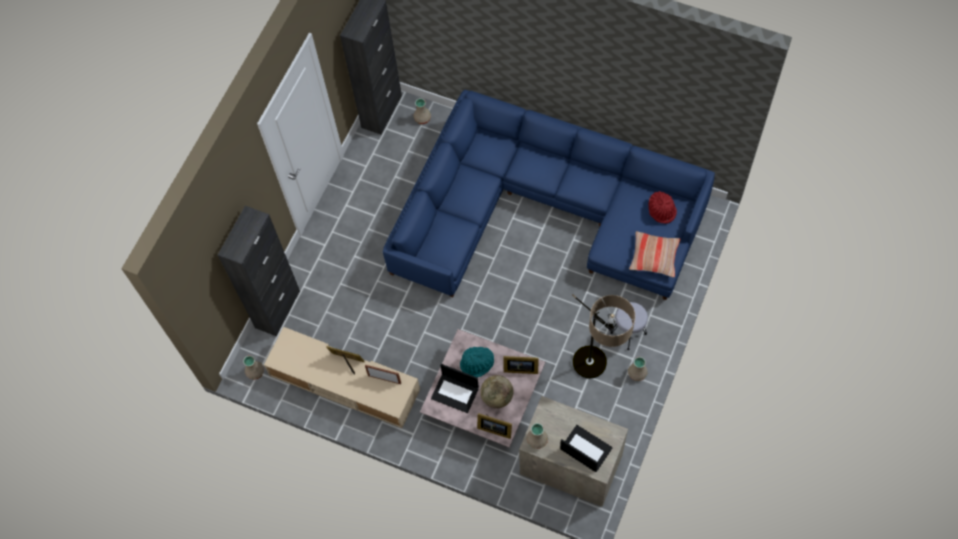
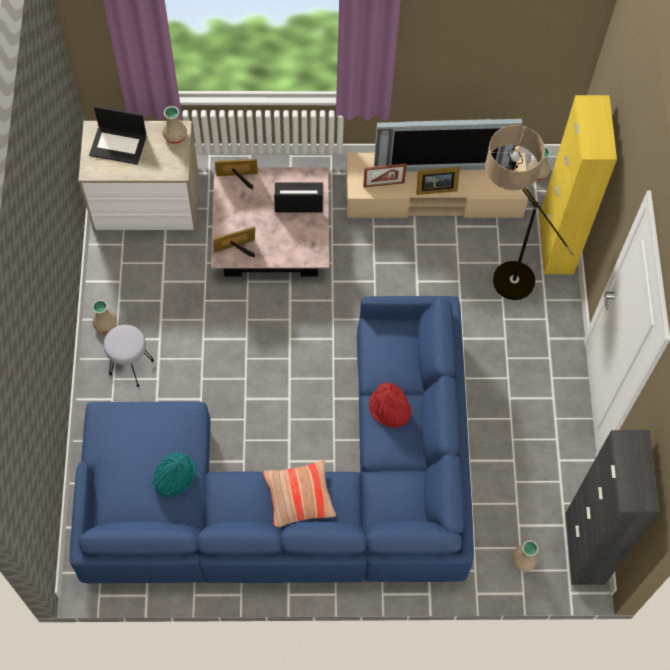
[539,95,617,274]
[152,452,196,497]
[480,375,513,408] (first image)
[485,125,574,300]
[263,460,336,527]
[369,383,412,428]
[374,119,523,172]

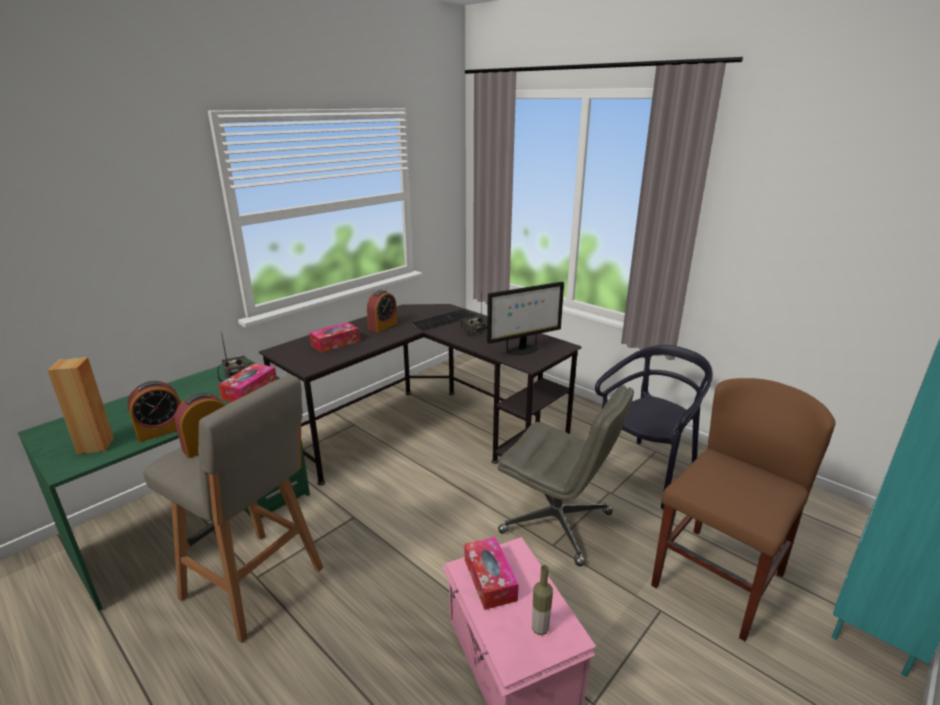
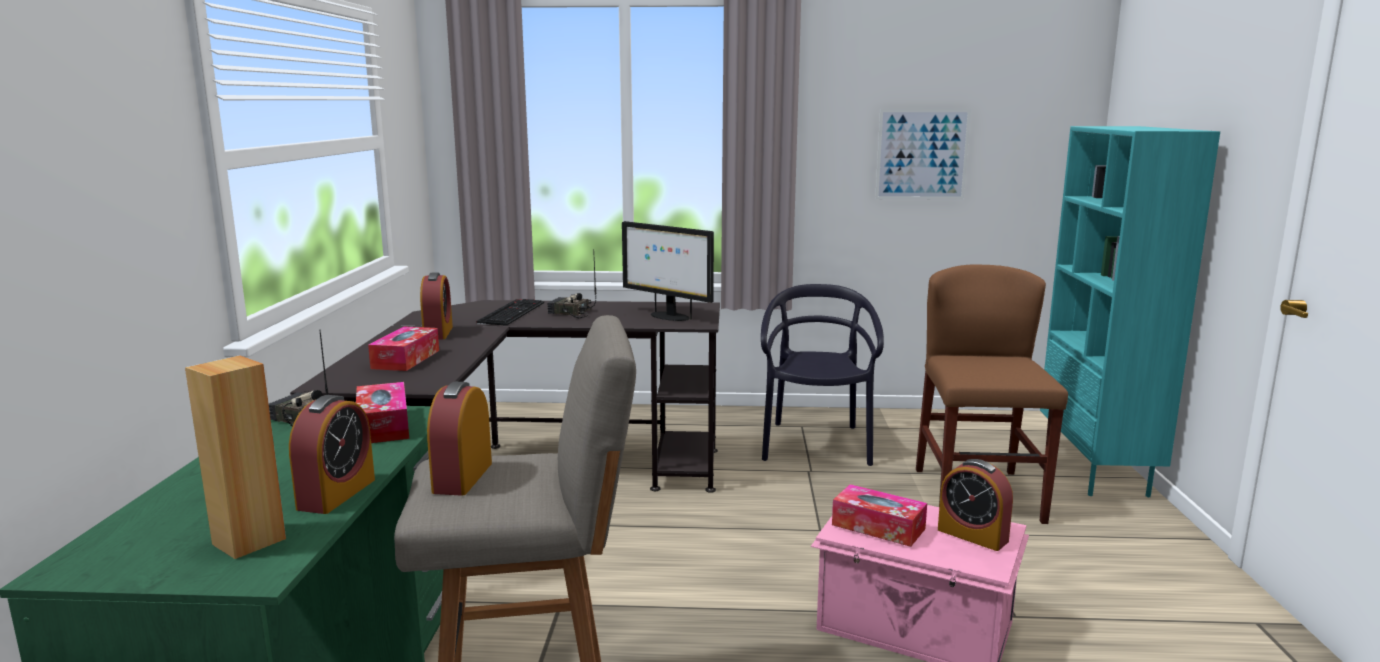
[622,221,714,321]
[498,385,634,567] (first image)
[938,459,1013,551]
[875,109,971,200]

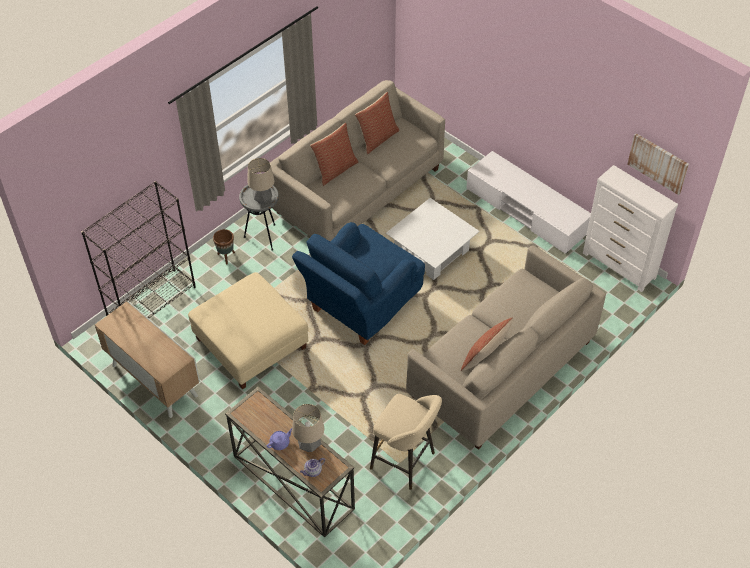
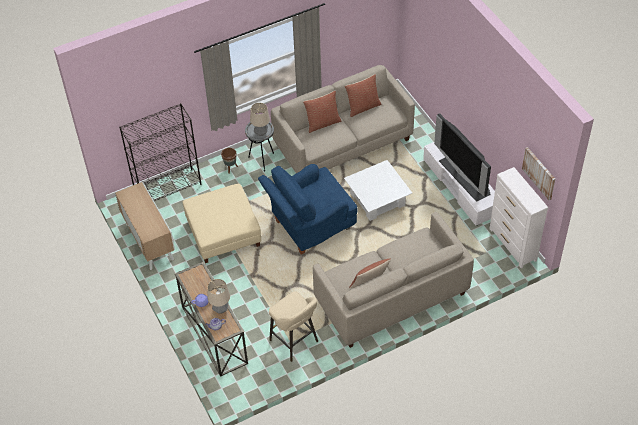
[434,113,491,202]

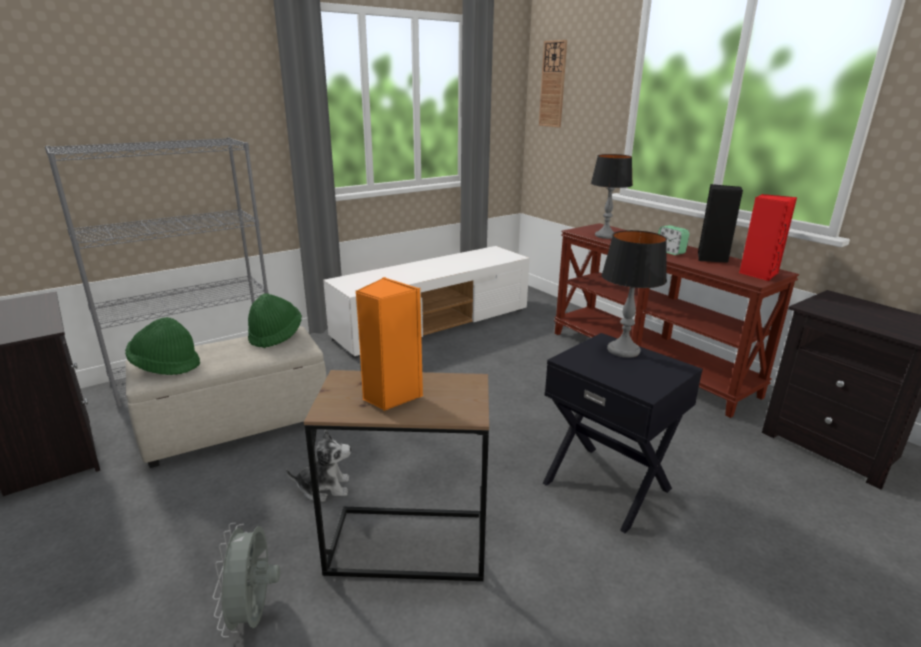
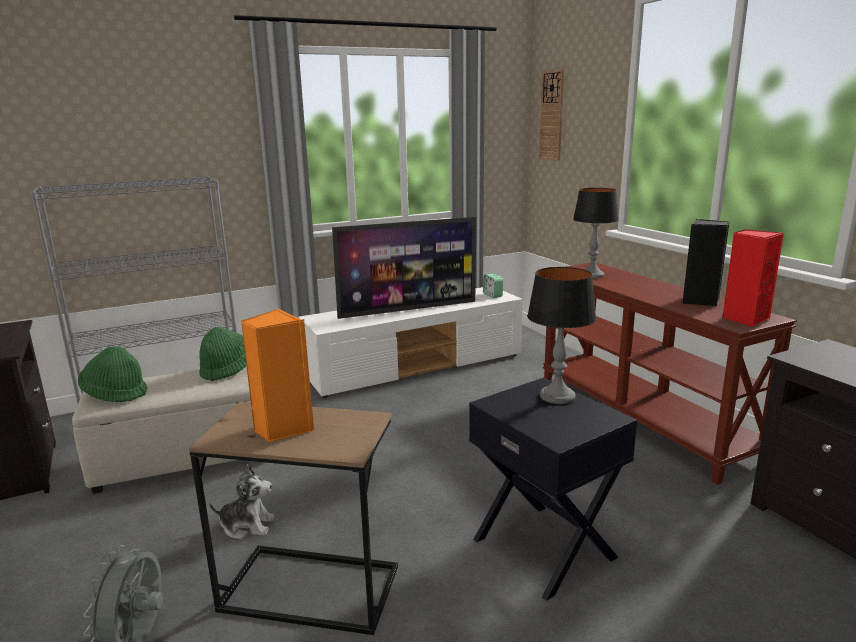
[483,274,503,298]
[332,217,476,319]

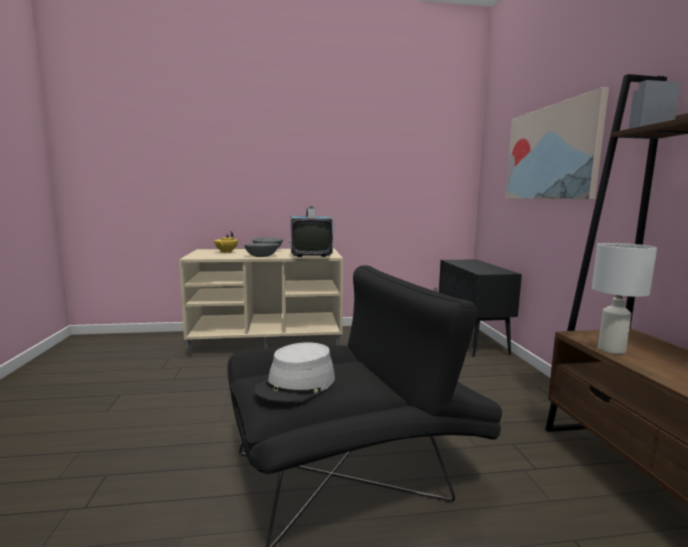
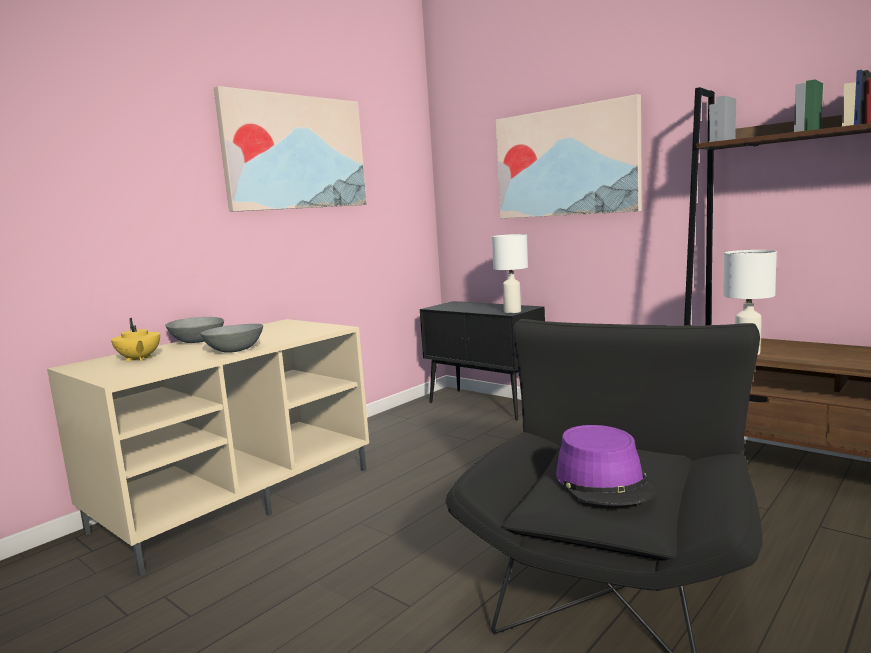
[556,425,656,506]
[289,206,335,257] (first image)
[214,86,367,212]
[492,234,528,313]

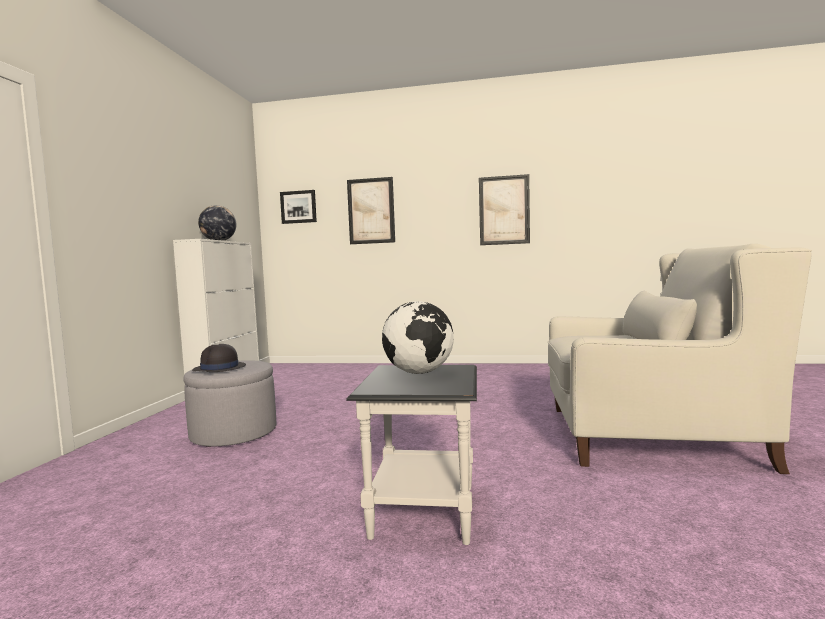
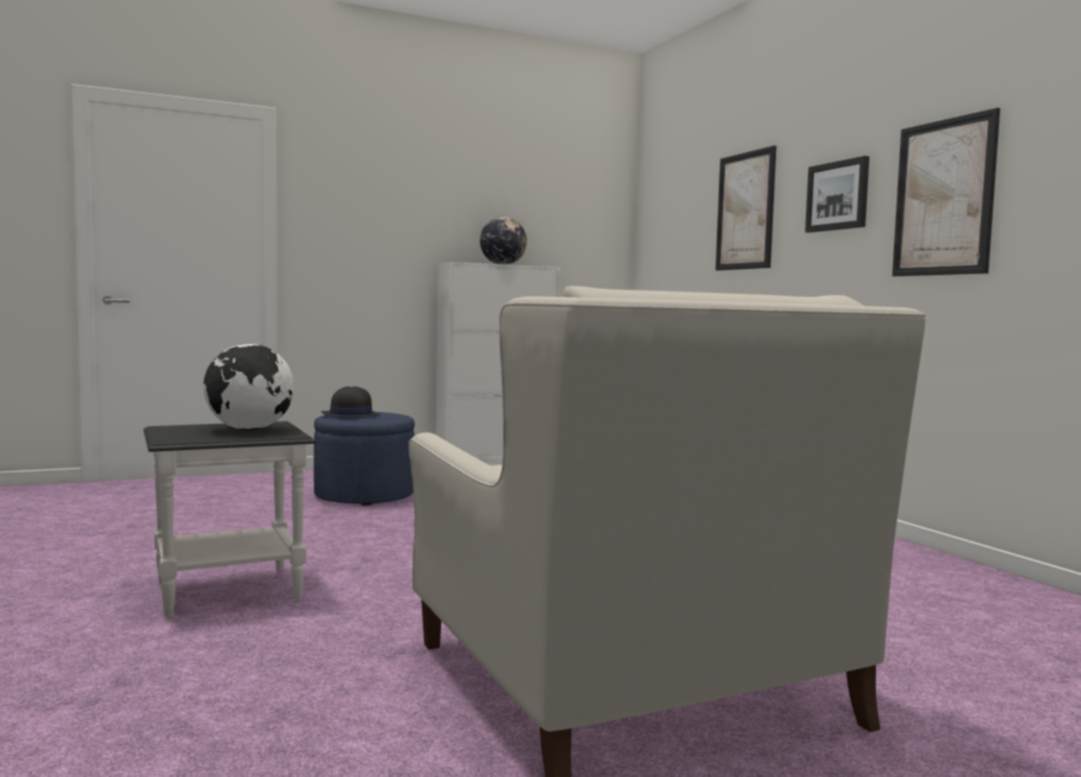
[314,412,415,506]
[805,156,869,233]

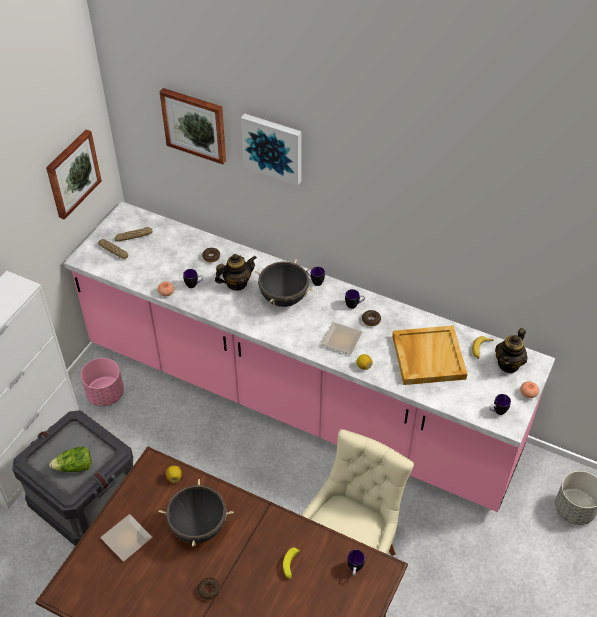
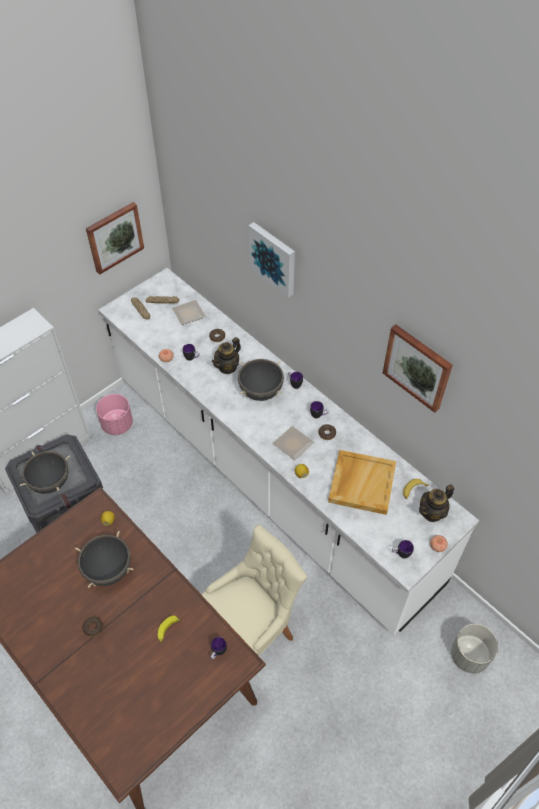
[20,451,70,494]
[98,268,479,635]
[172,300,206,325]
[383,324,453,413]
[212,337,241,374]

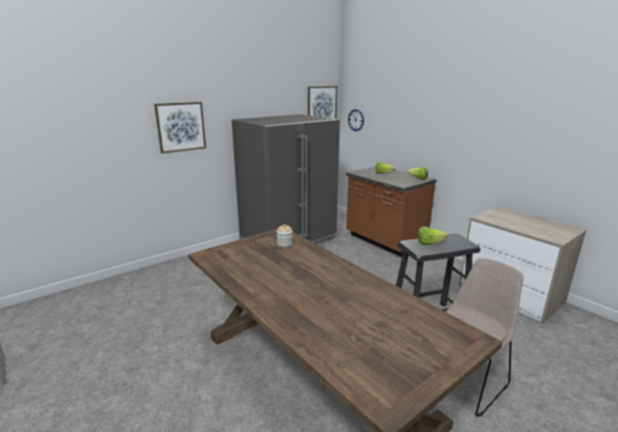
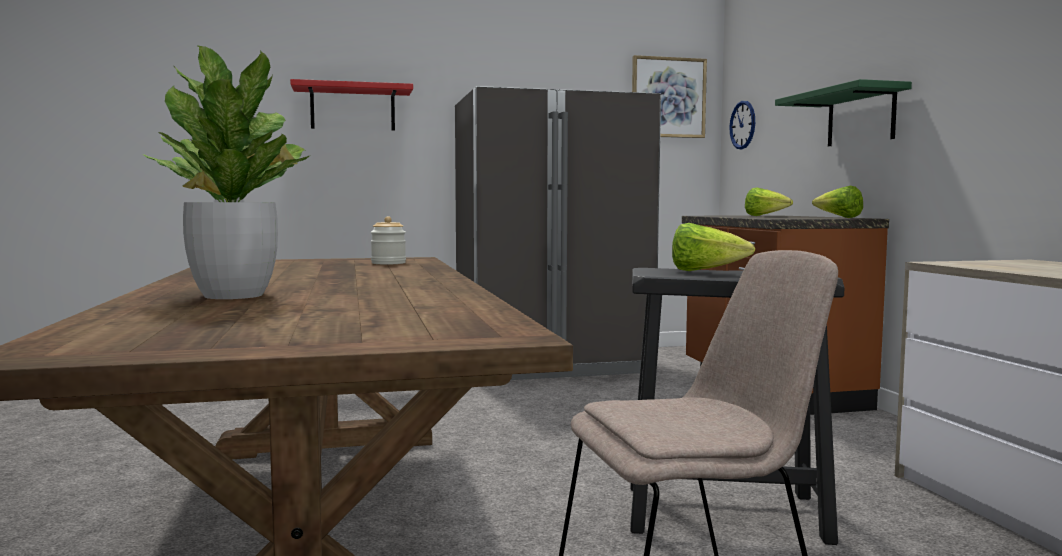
[290,79,413,131]
[143,45,309,299]
[775,79,912,146]

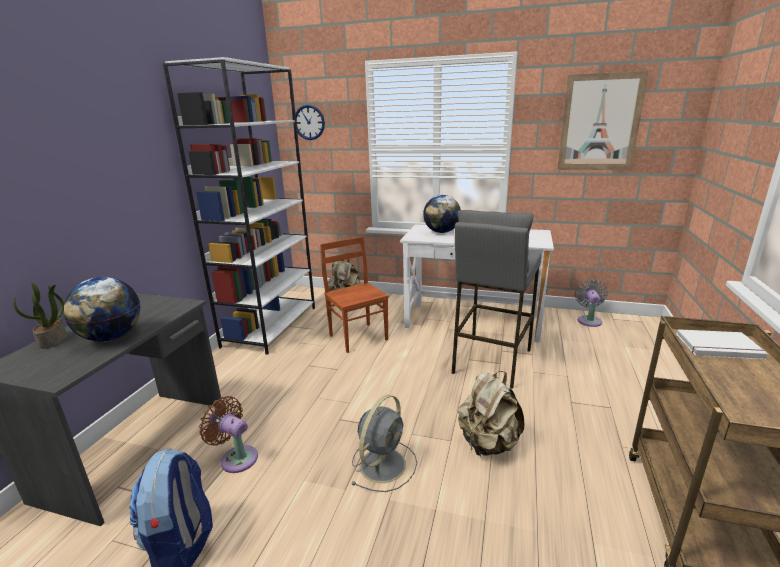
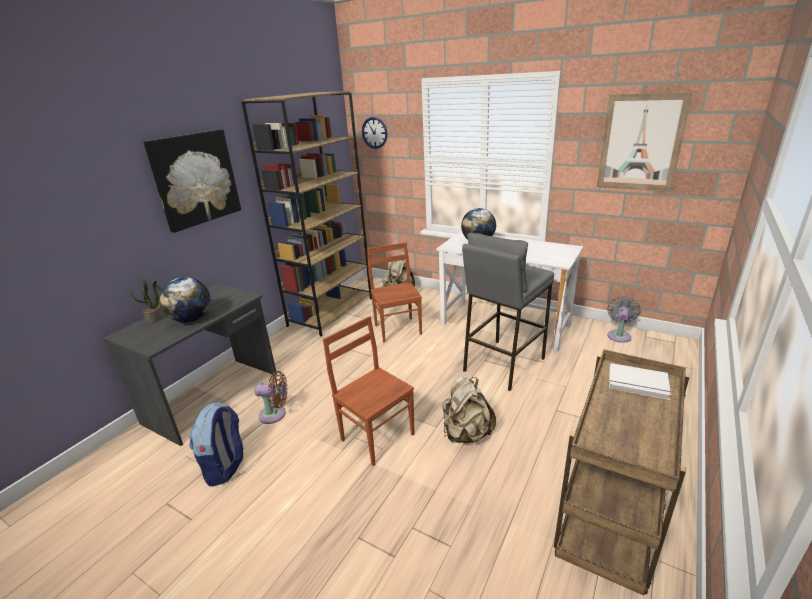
[241,91,372,336]
[255,371,287,424]
[323,316,415,466]
[144,130,241,233]

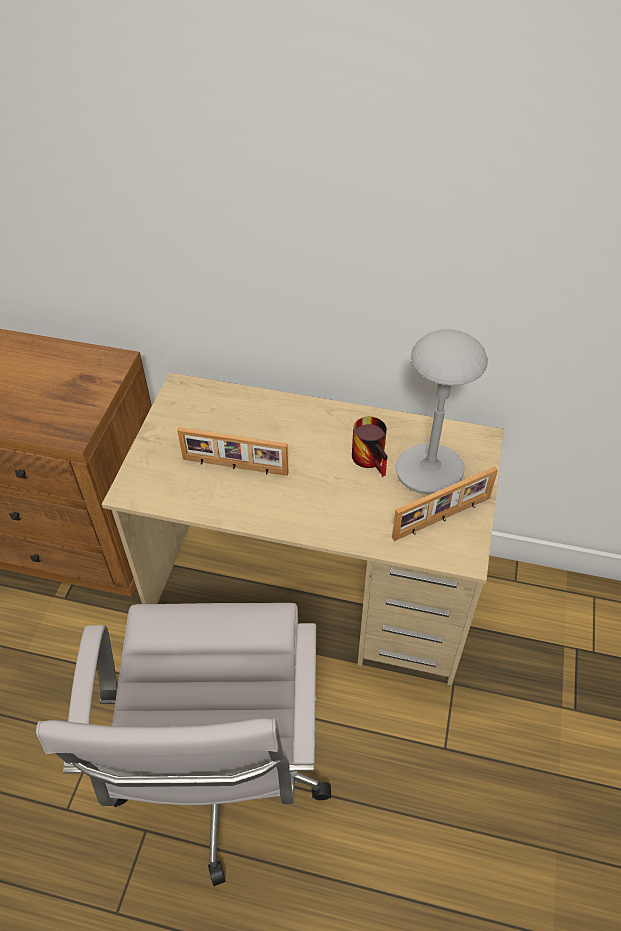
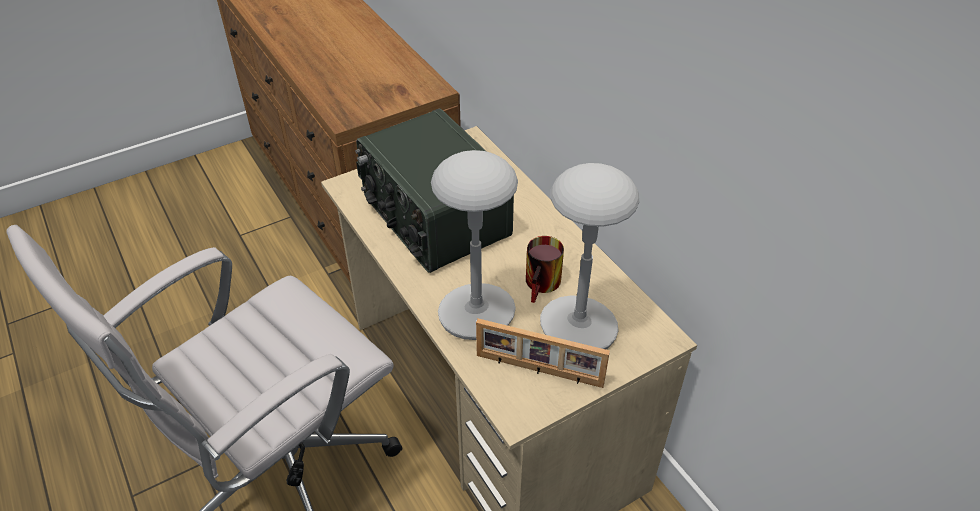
[355,109,514,273]
[431,150,518,340]

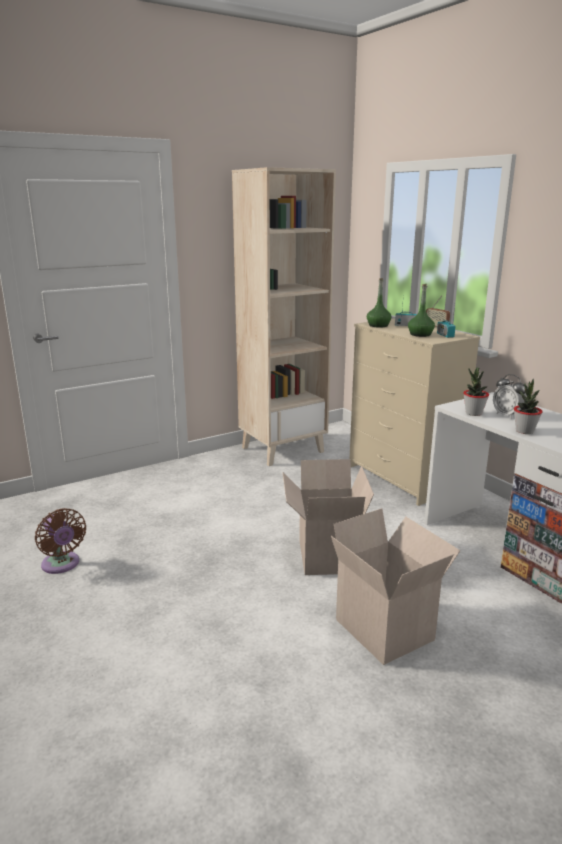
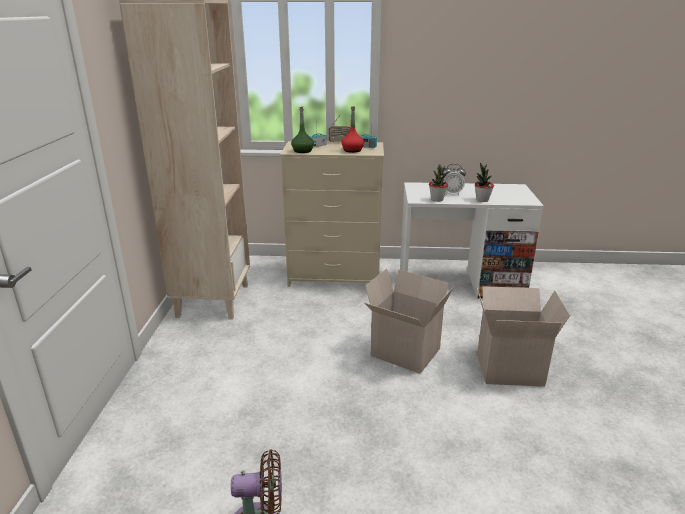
[341,106,364,153]

